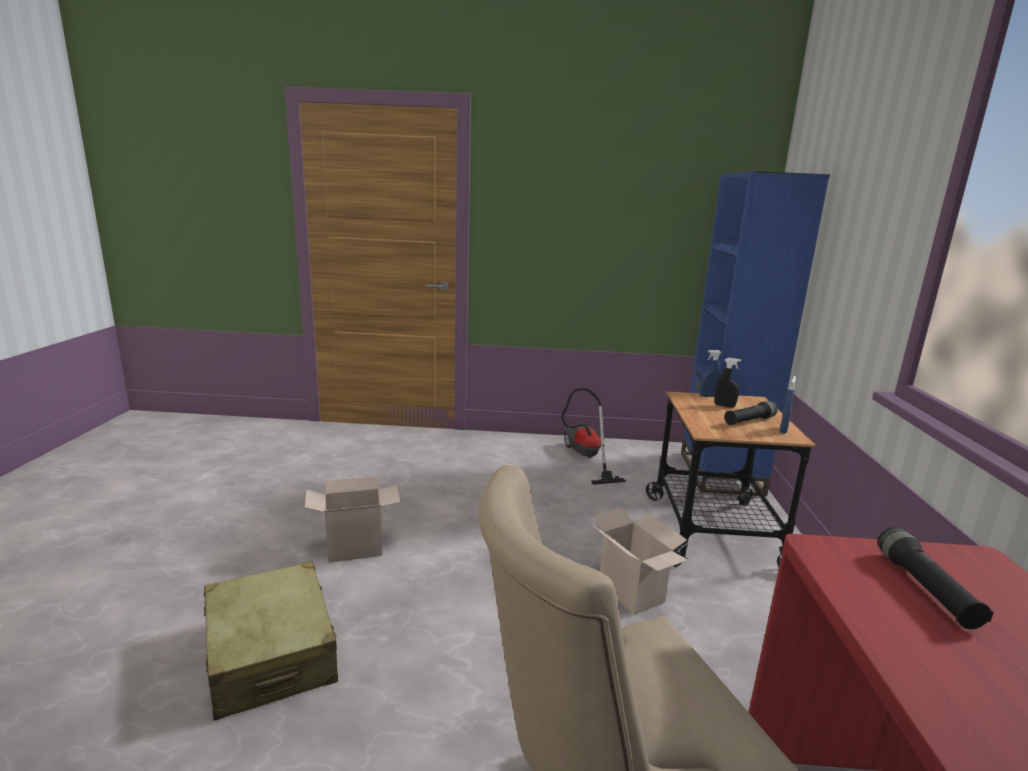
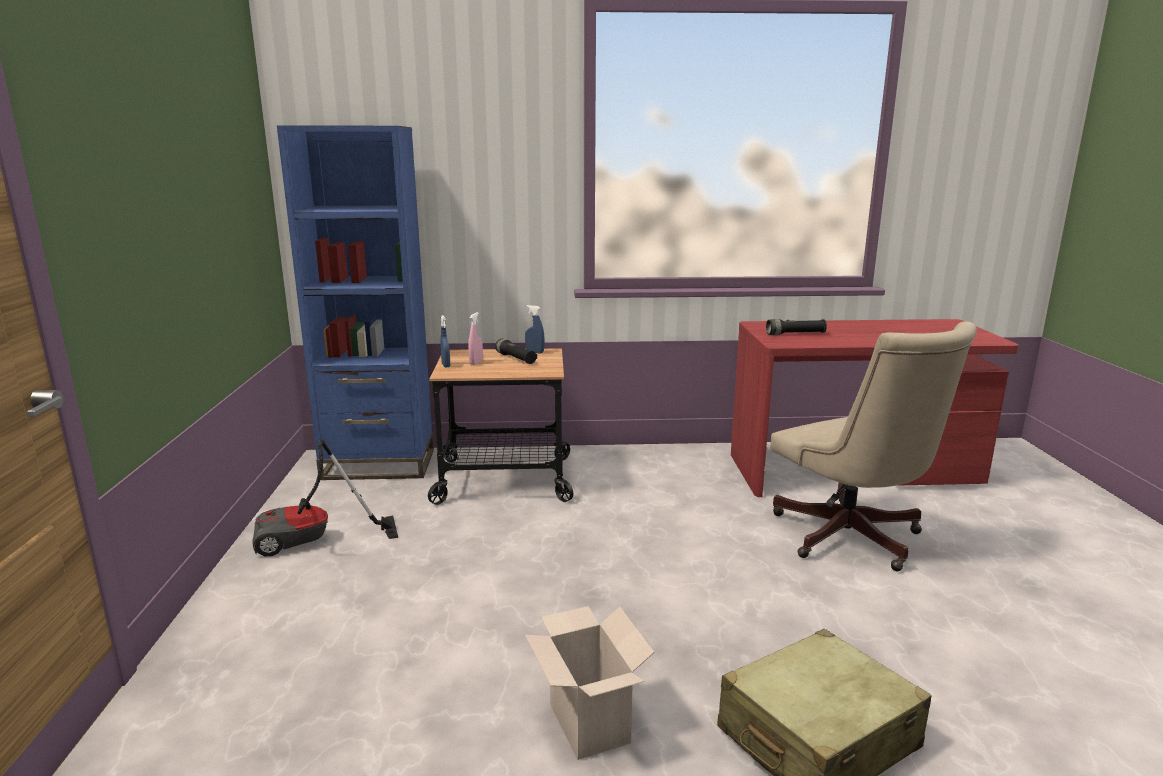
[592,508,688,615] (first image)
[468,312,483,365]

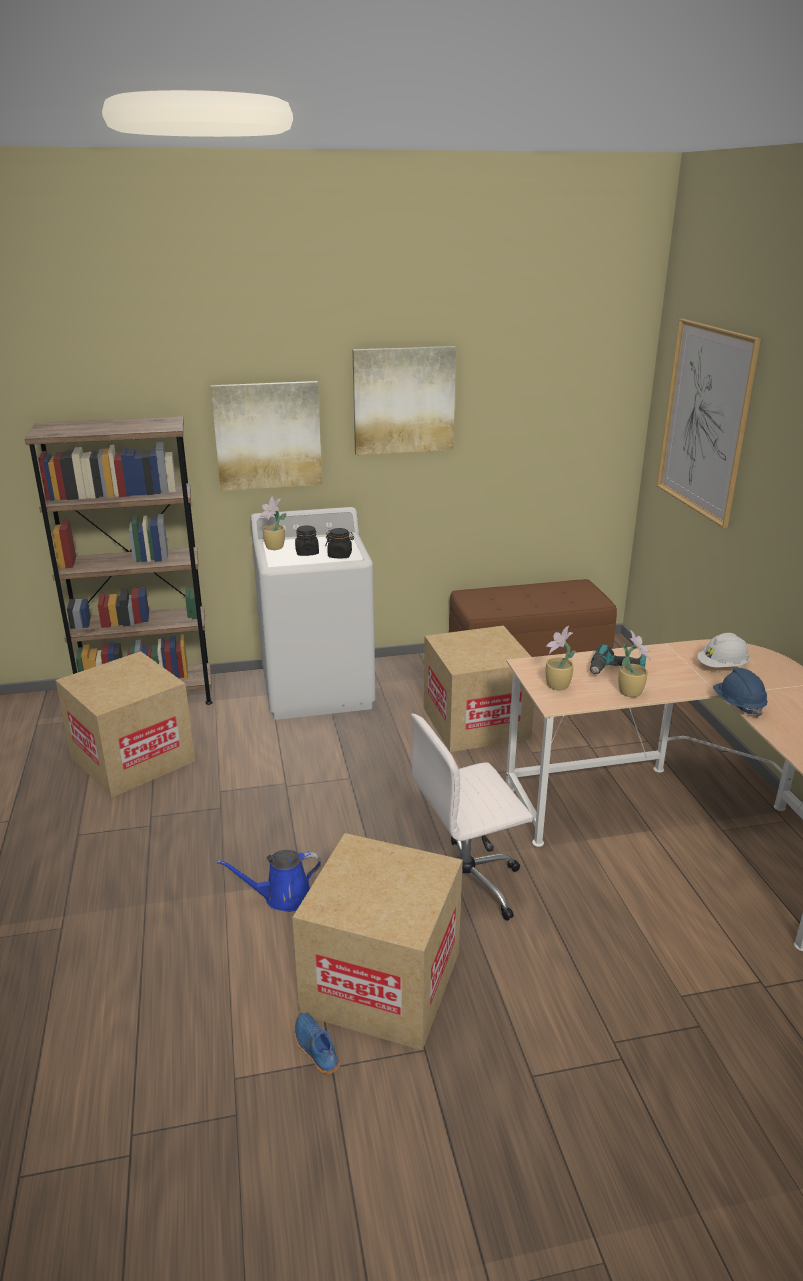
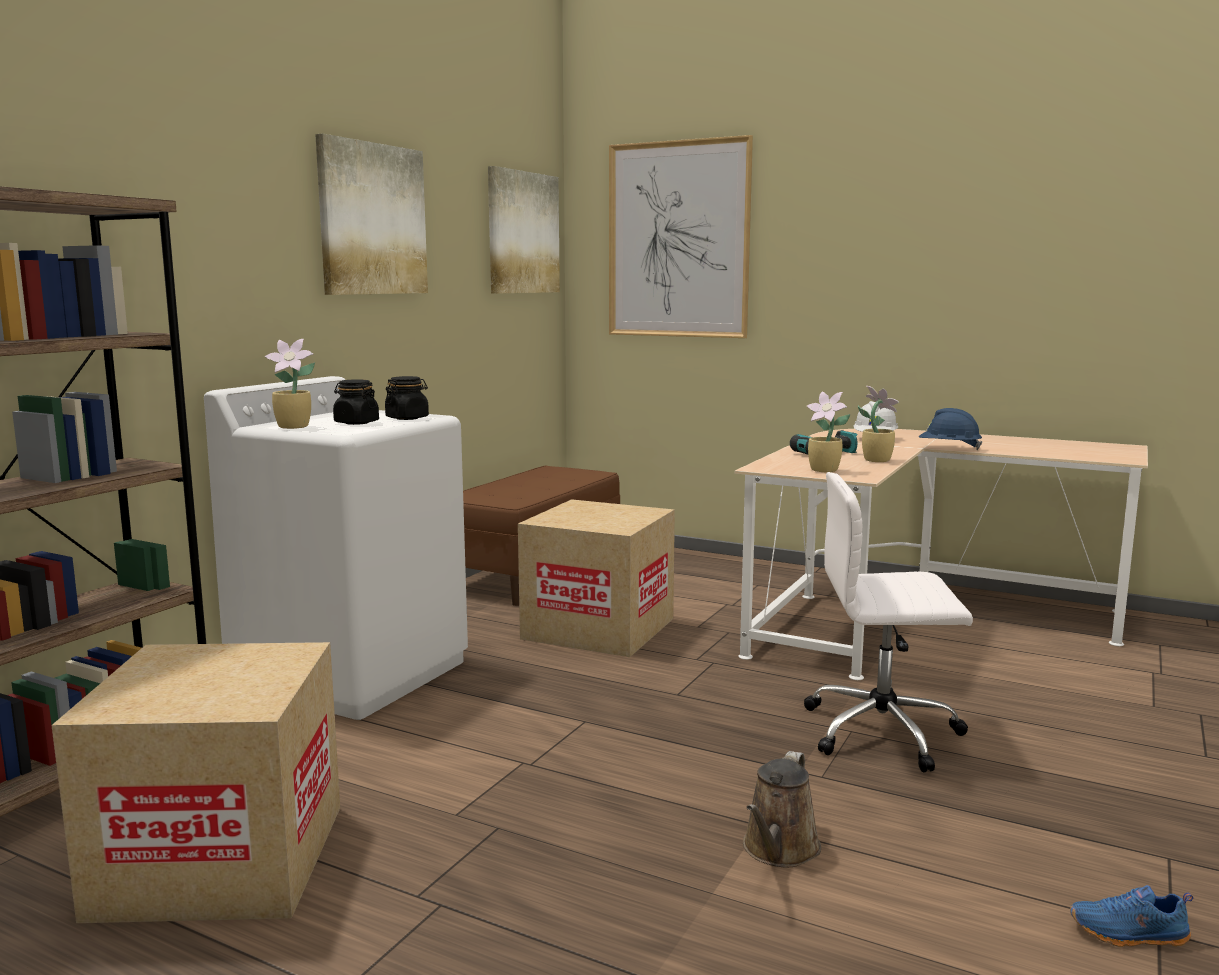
[488,166,560,294]
[743,751,821,867]
[292,833,463,1051] (first image)
[804,472,973,773]

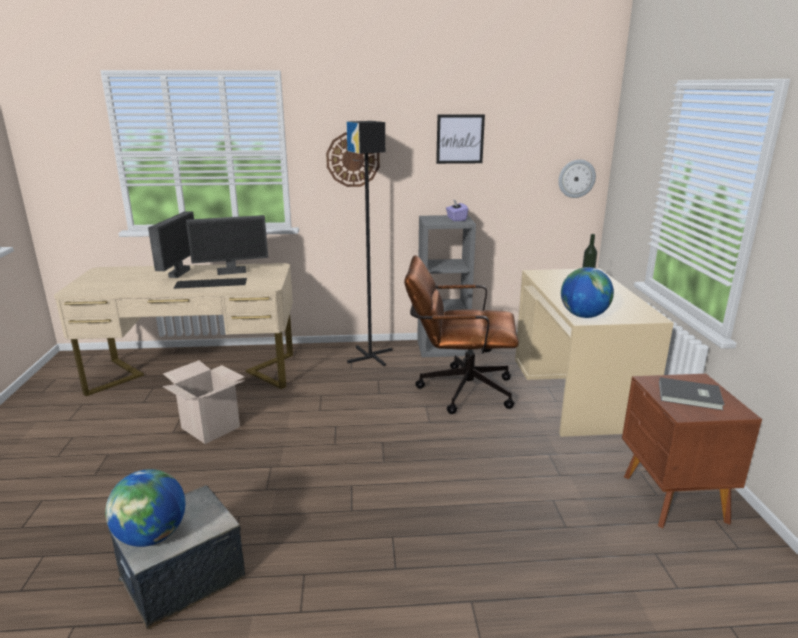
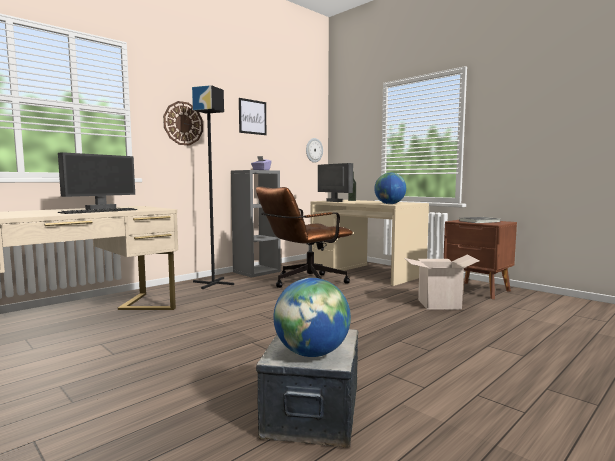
[318,163,353,202]
[404,255,480,310]

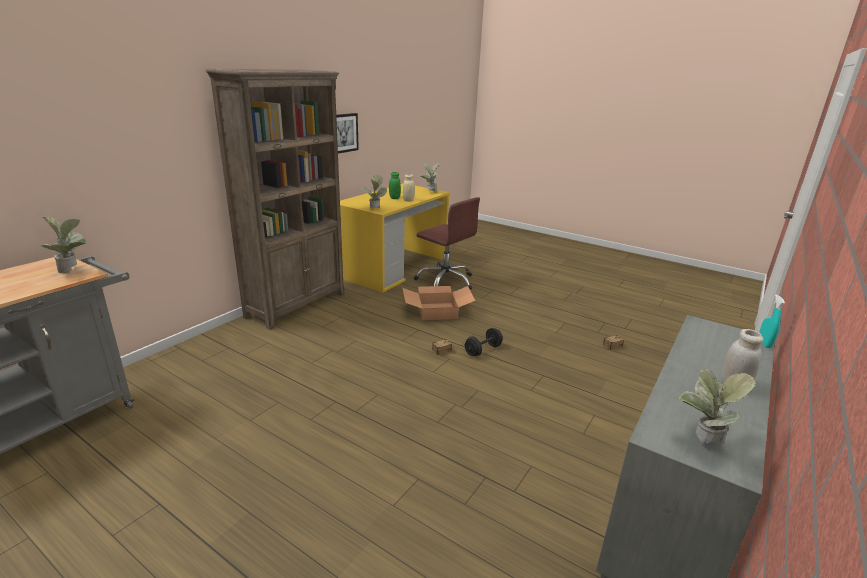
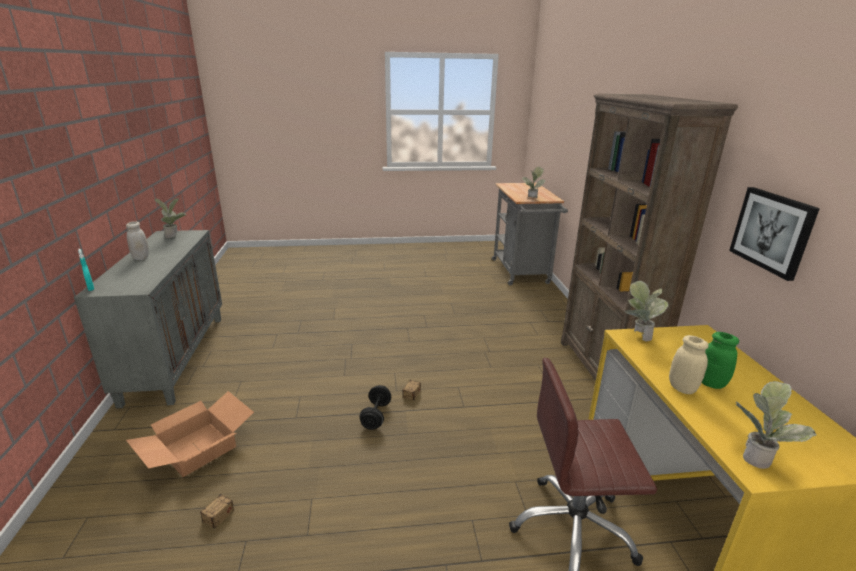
[126,391,254,477]

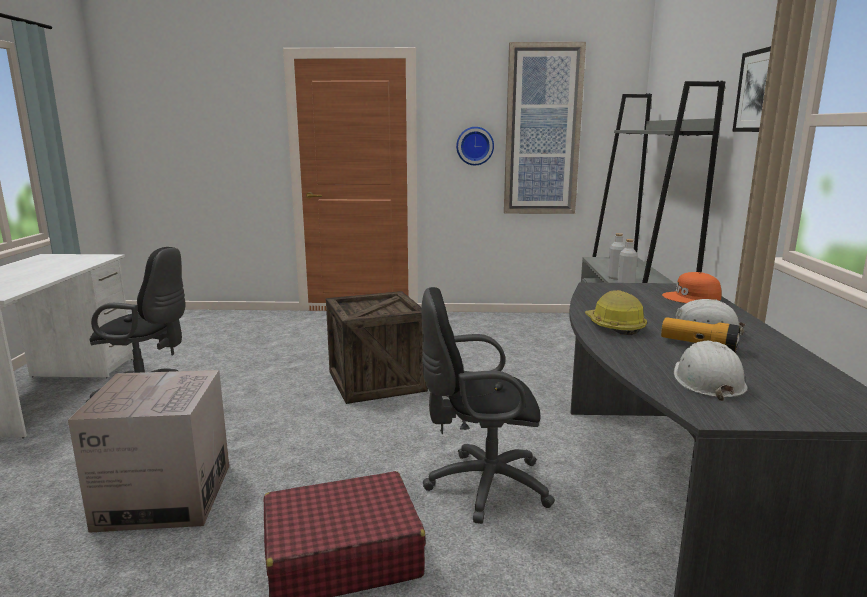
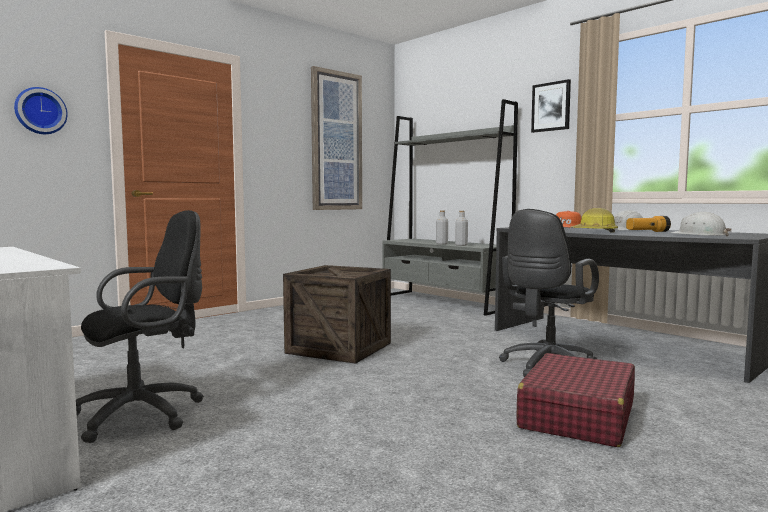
[68,370,229,533] (first image)
[14,87,68,134]

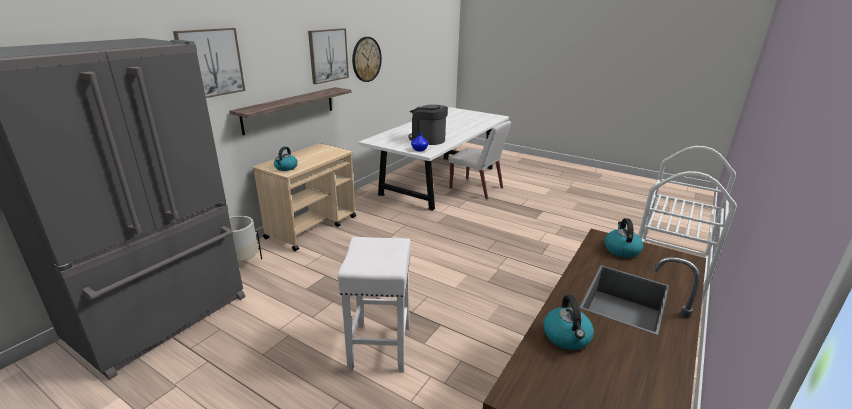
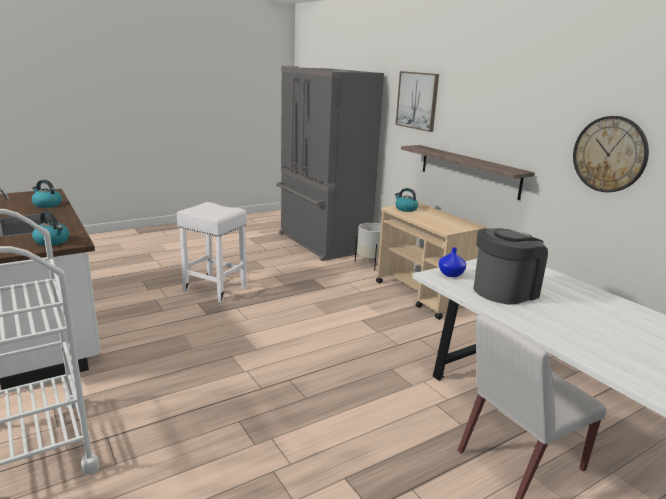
[308,28,349,84] (first image)

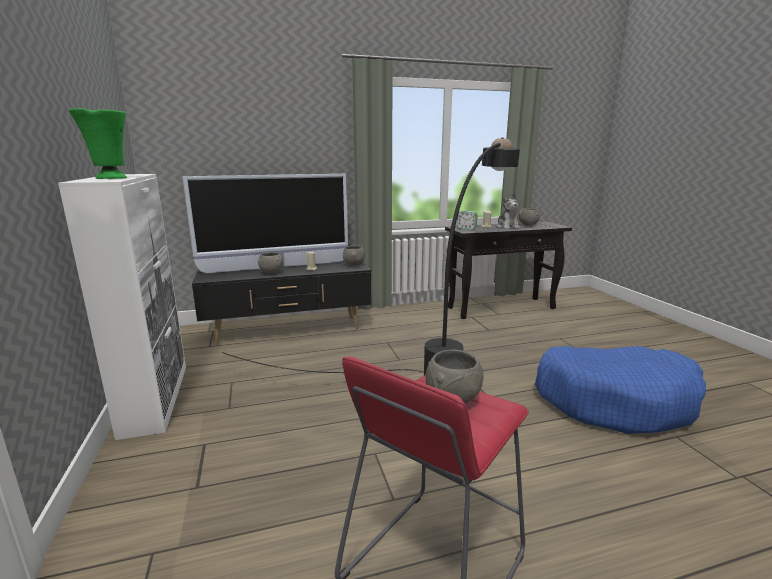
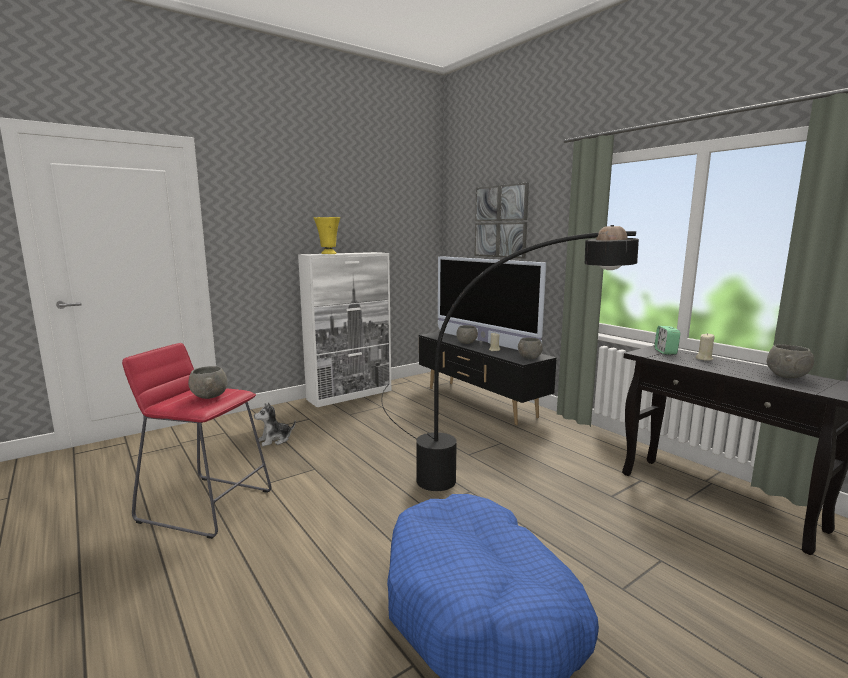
[313,217,340,254]
[254,402,296,446]
[474,183,529,258]

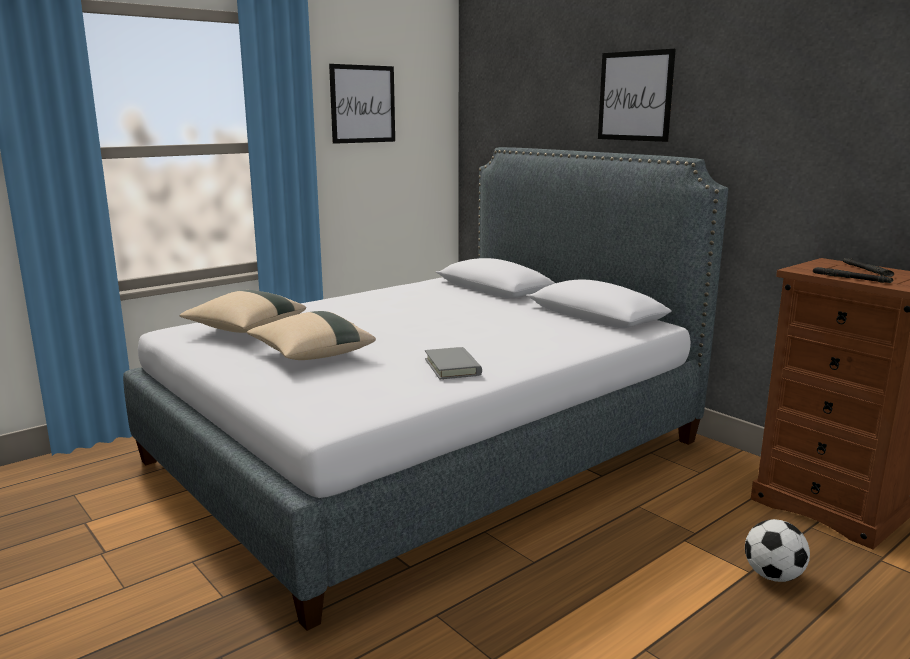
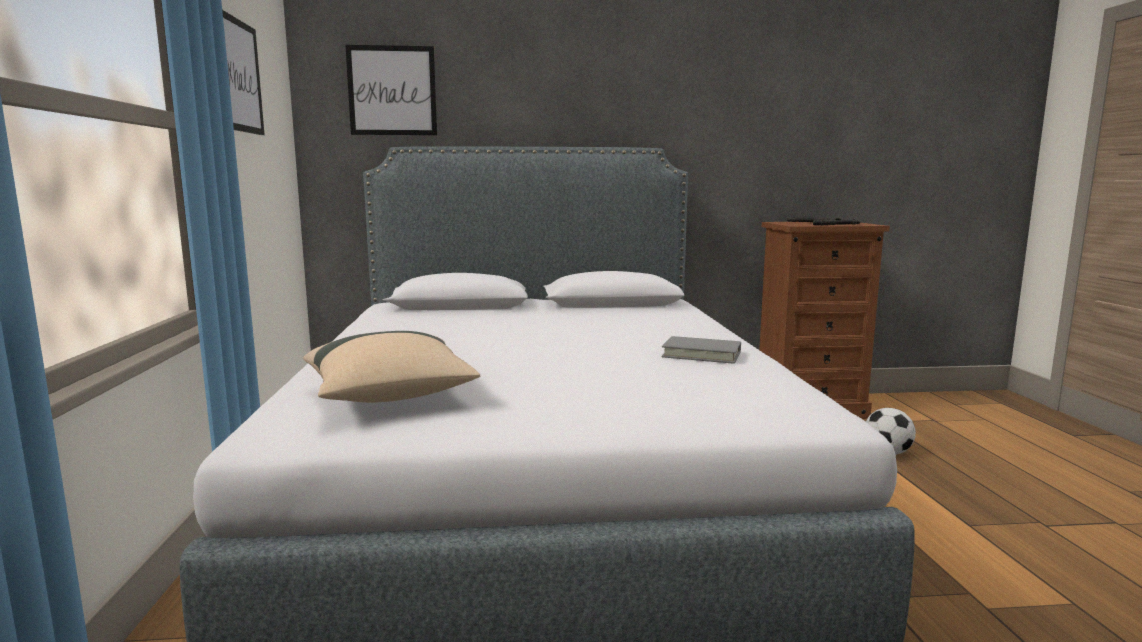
[247,311,376,360] (first image)
[345,45,437,135]

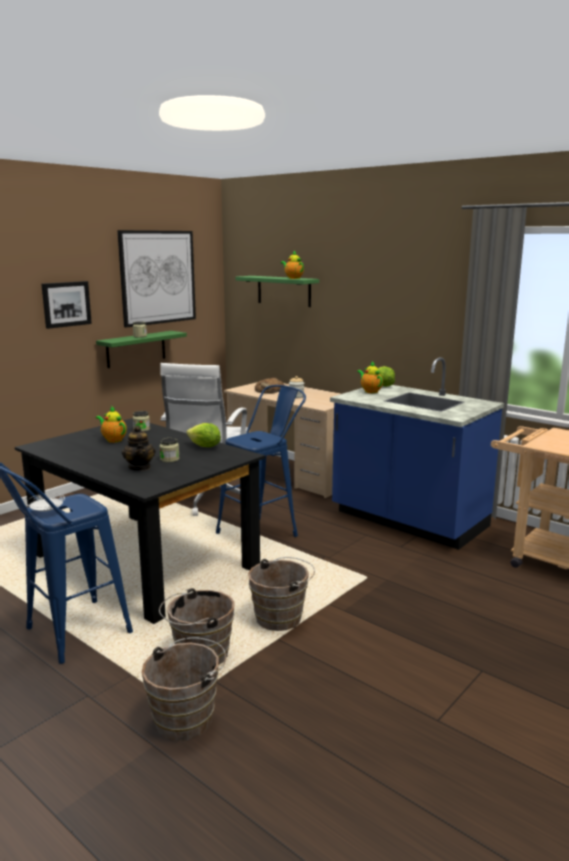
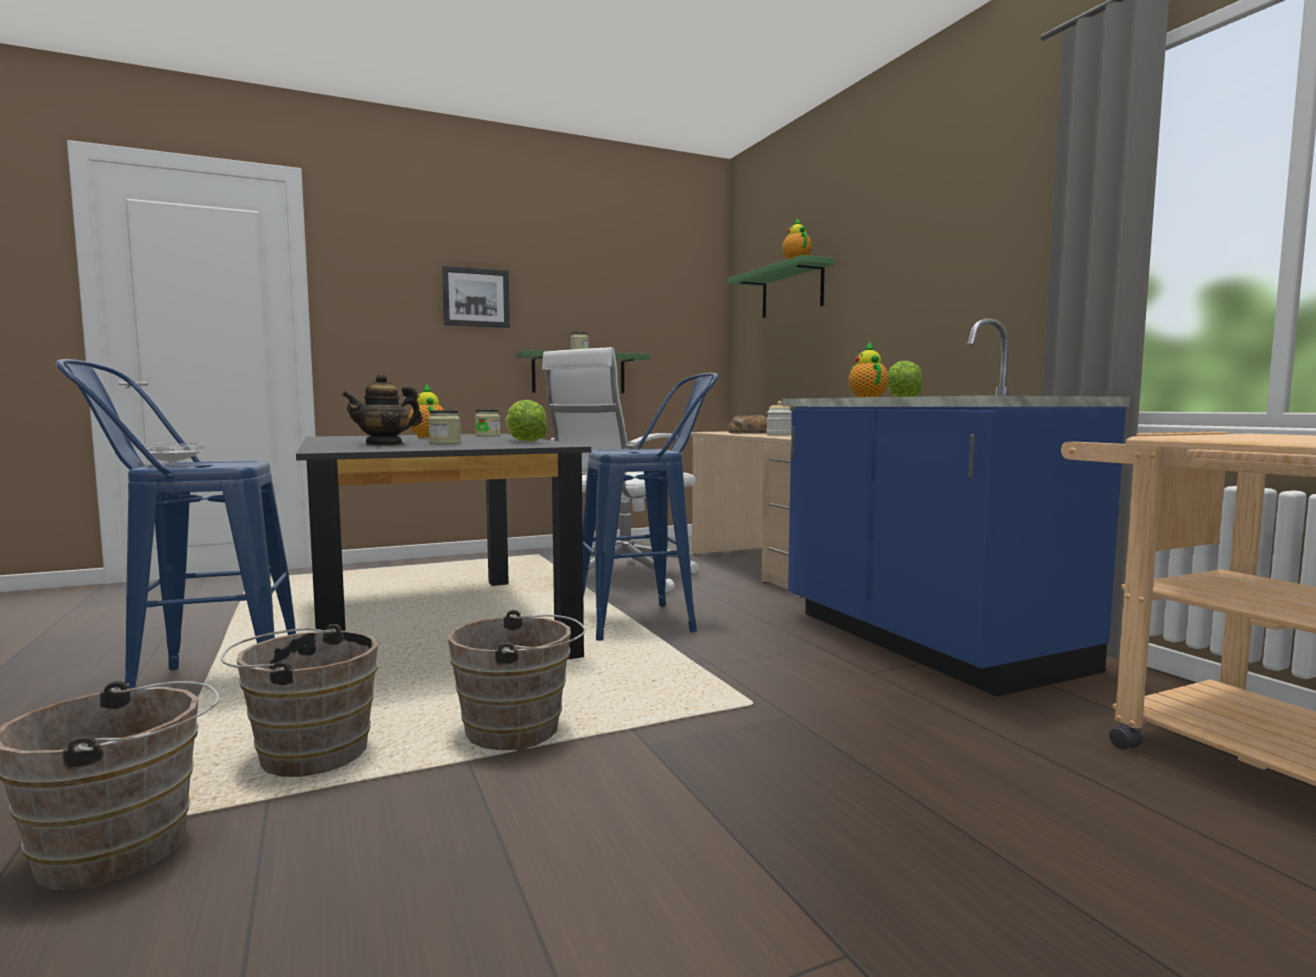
[117,230,196,328] (first image)
[342,373,422,446]

